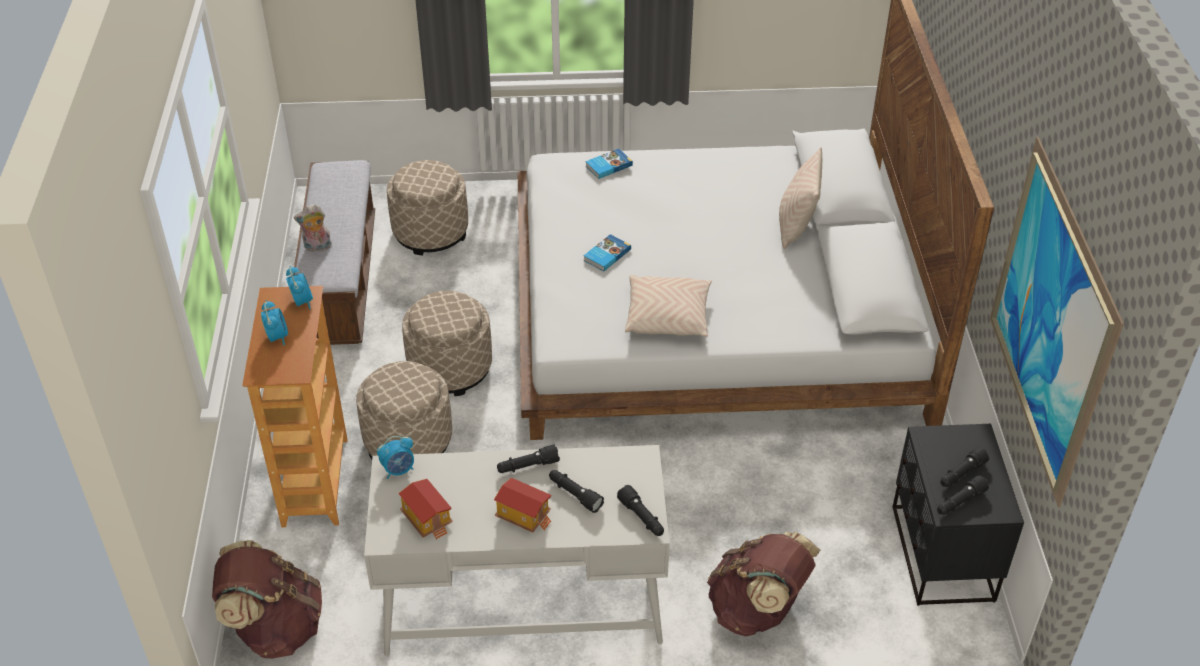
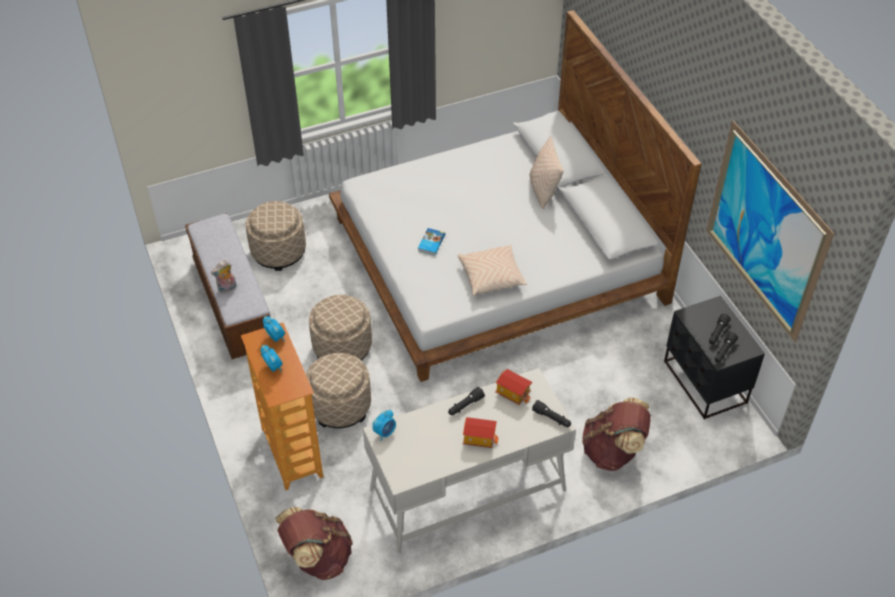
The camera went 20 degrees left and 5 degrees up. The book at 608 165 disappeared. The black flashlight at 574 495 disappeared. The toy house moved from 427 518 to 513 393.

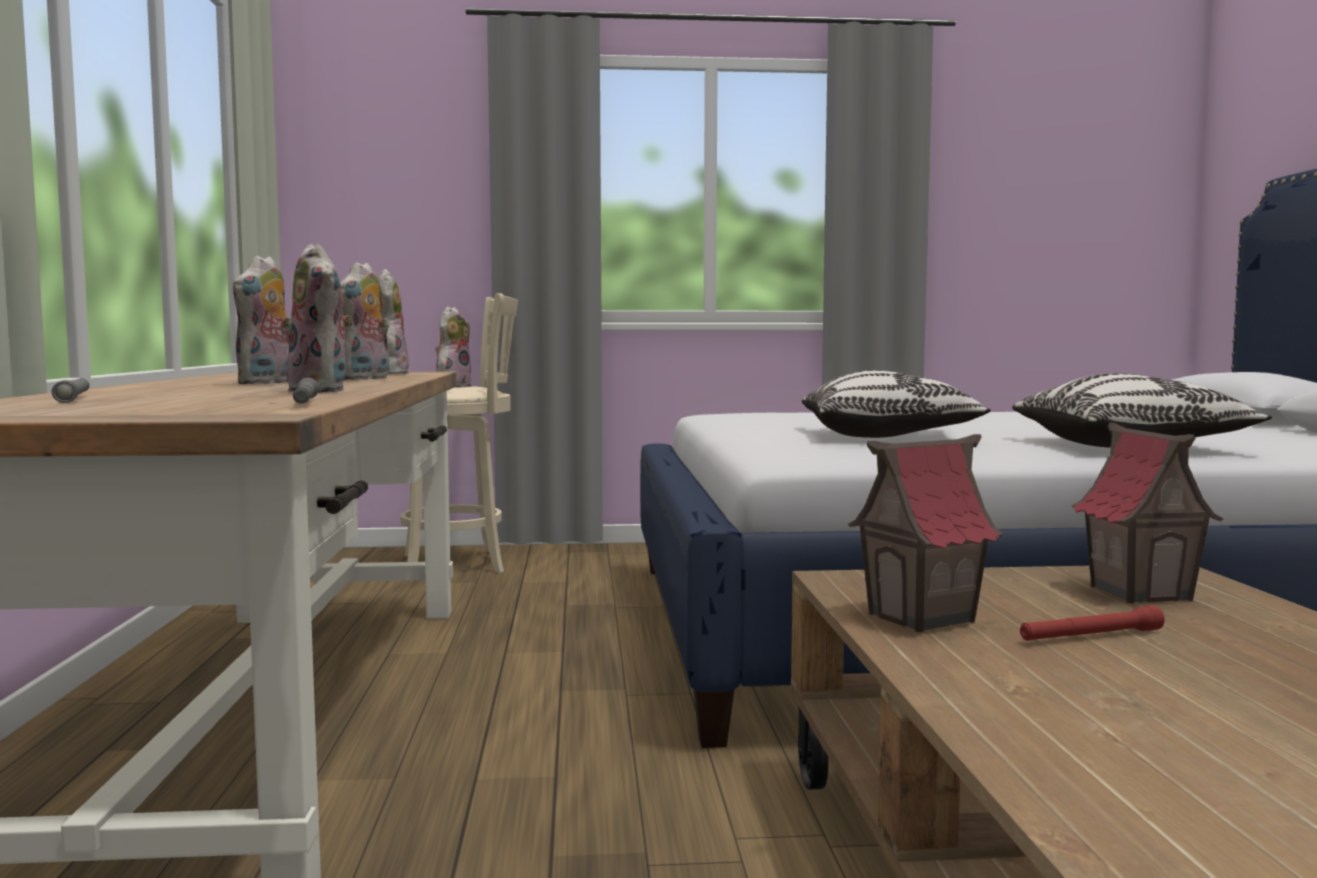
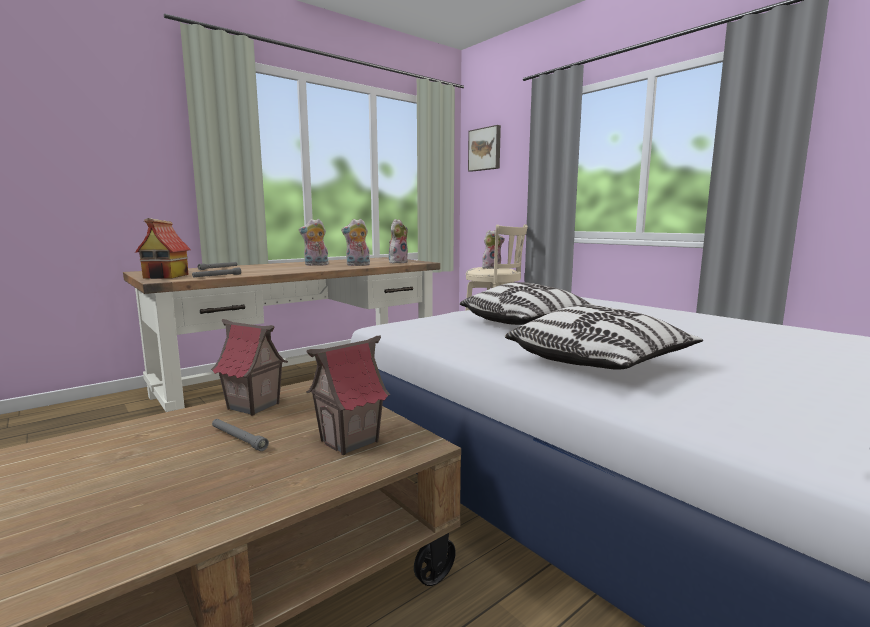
The camera went 55 degrees right and 5 degrees up. The plush toy at 323 391 disappeared. The red flashlight at 1090 636 became the grey flashlight at 238 439. The picture at 485 149 appeared. The toy house at 166 276 appeared.

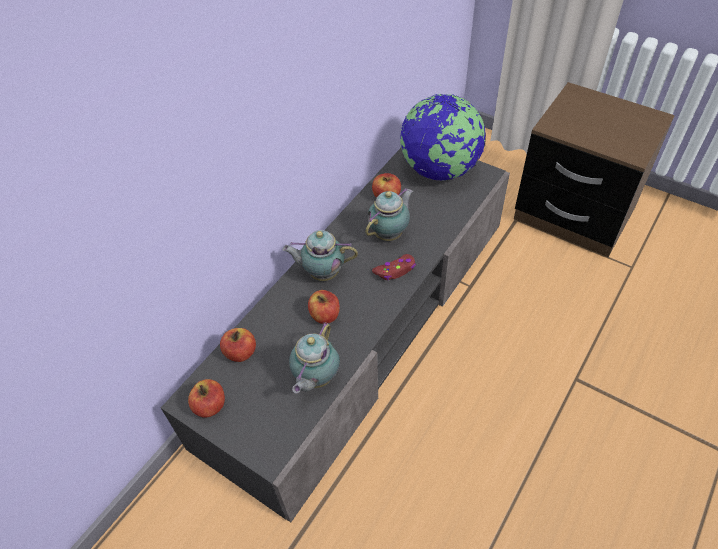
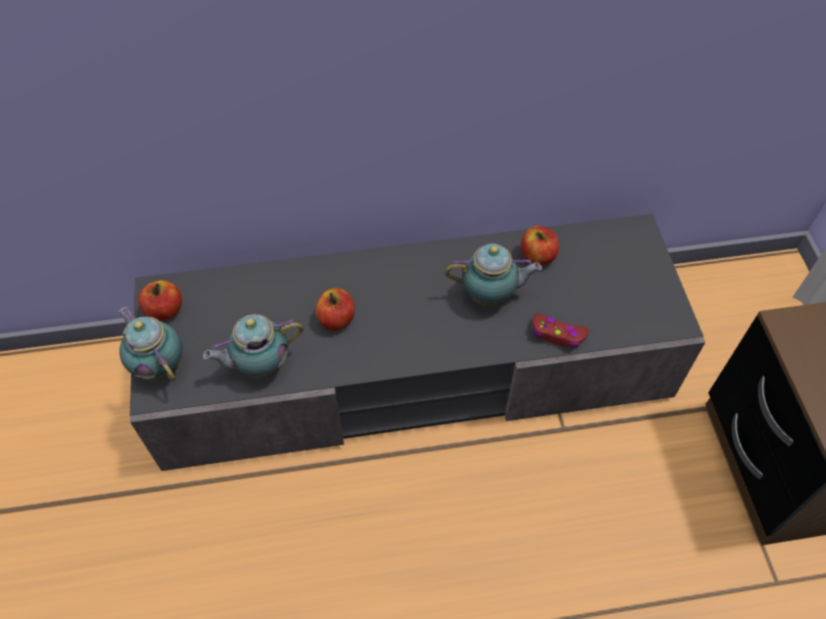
The camera went 45 degrees right and 5 degrees up. The globe at 440 170 disappeared. The teapot moved from 322 273 to 159 365. The red game controller moved from 395 270 to 557 334. The apple at 240 352 disappeared.

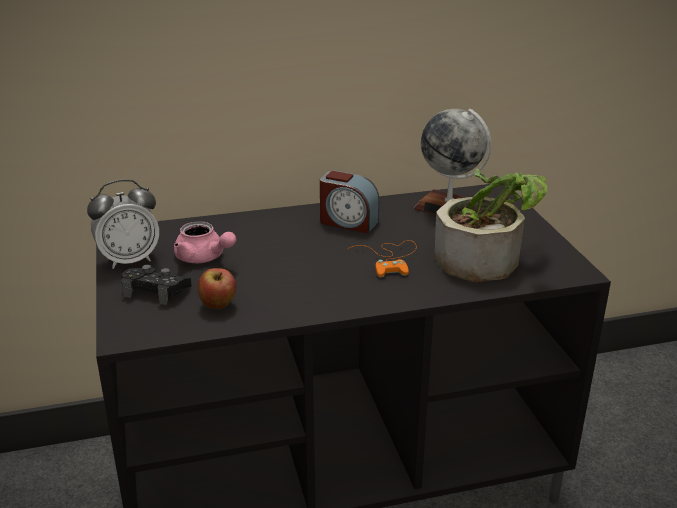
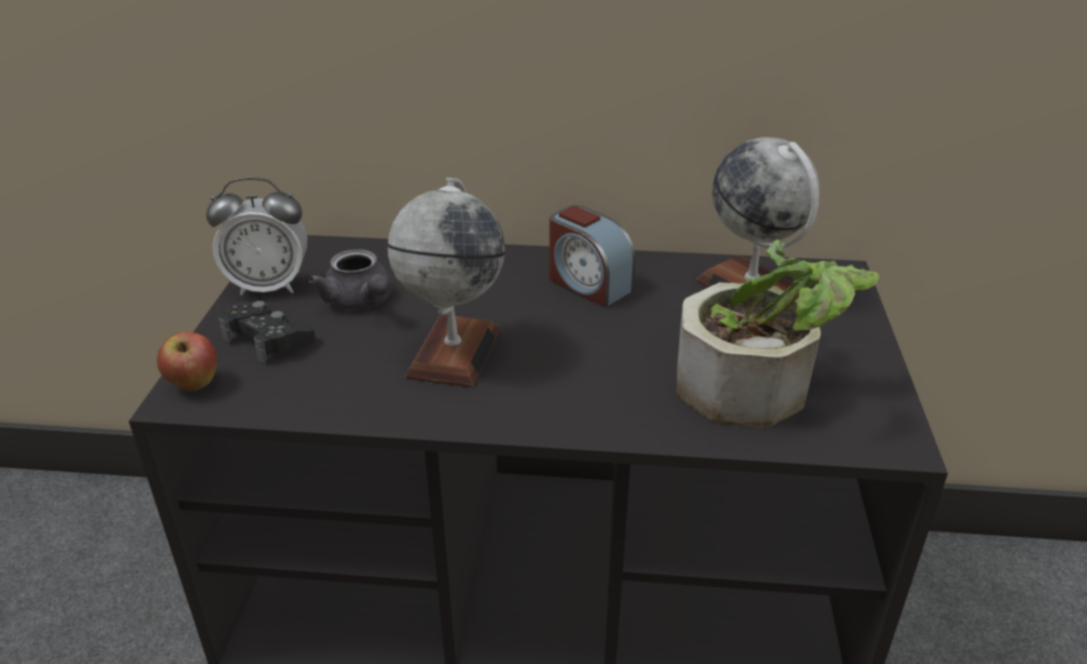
The camera went 20 degrees right and 5 degrees up. The pink teapot at 204 258 became the grey teapot at 361 302. The orange game controller at 390 258 disappeared. The apple moved from 218 305 to 194 385. The globe at 454 352 appeared.

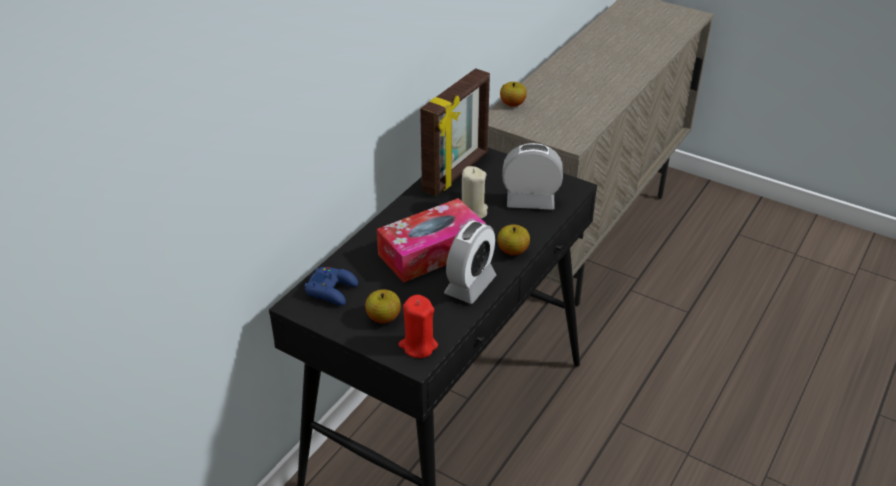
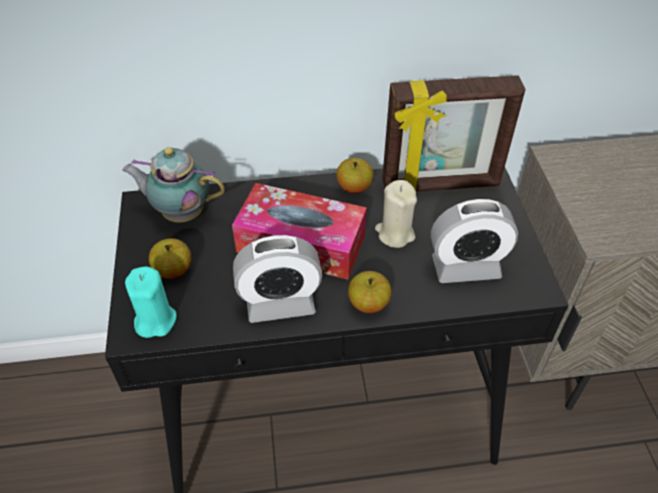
The camera went 50 degrees right and 10 degrees up. The apple moved from 512 104 to 354 187. The alarm clock at 530 201 turned 120 degrees clockwise. The blue game controller at 332 290 was replaced by the teapot at 181 213. The red candle at 418 345 became the turquoise candle at 155 320.

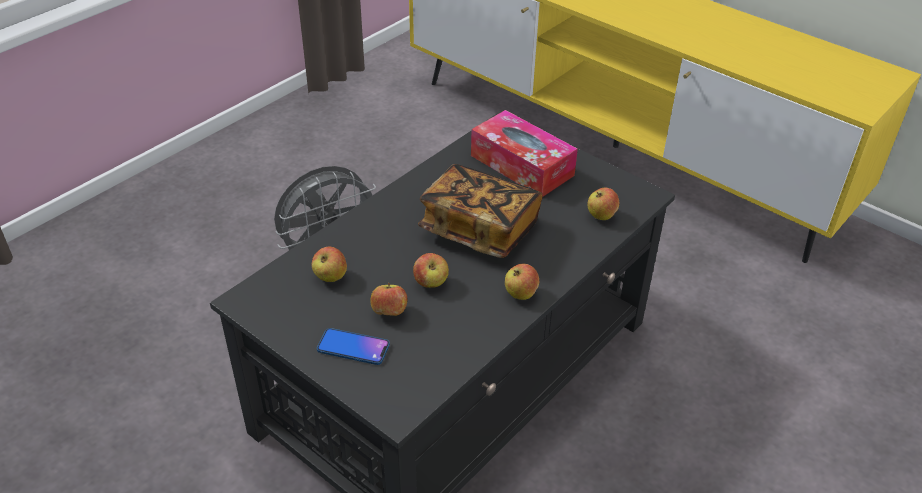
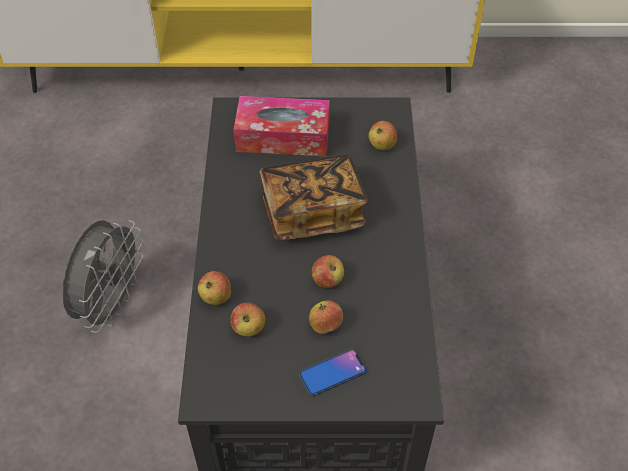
The camera went 40 degrees left and 10 degrees up. The apple moved from 520 293 to 216 297.

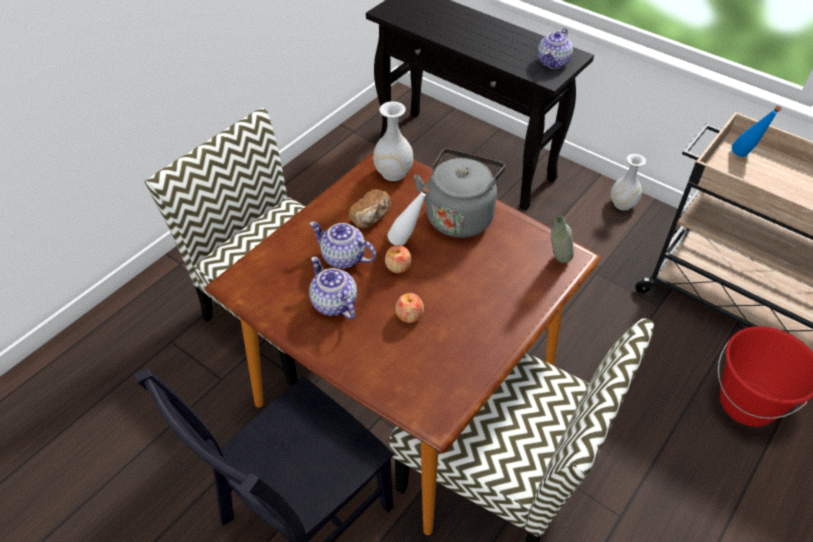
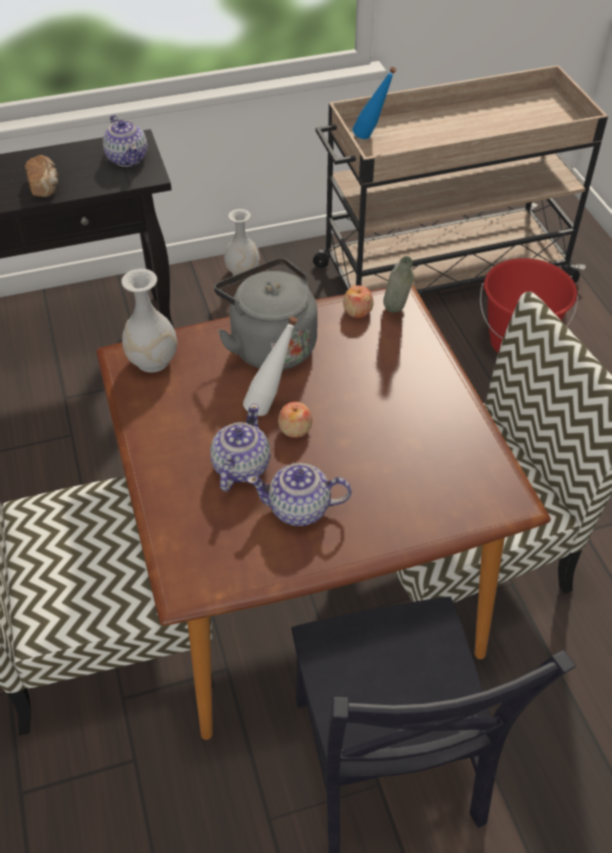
The camera went 55 degrees left and 0 degrees up. The bread moved from 371 217 to 45 186. The teapot at 344 258 turned 135 degrees clockwise. The apple moved from 409 315 to 357 311.

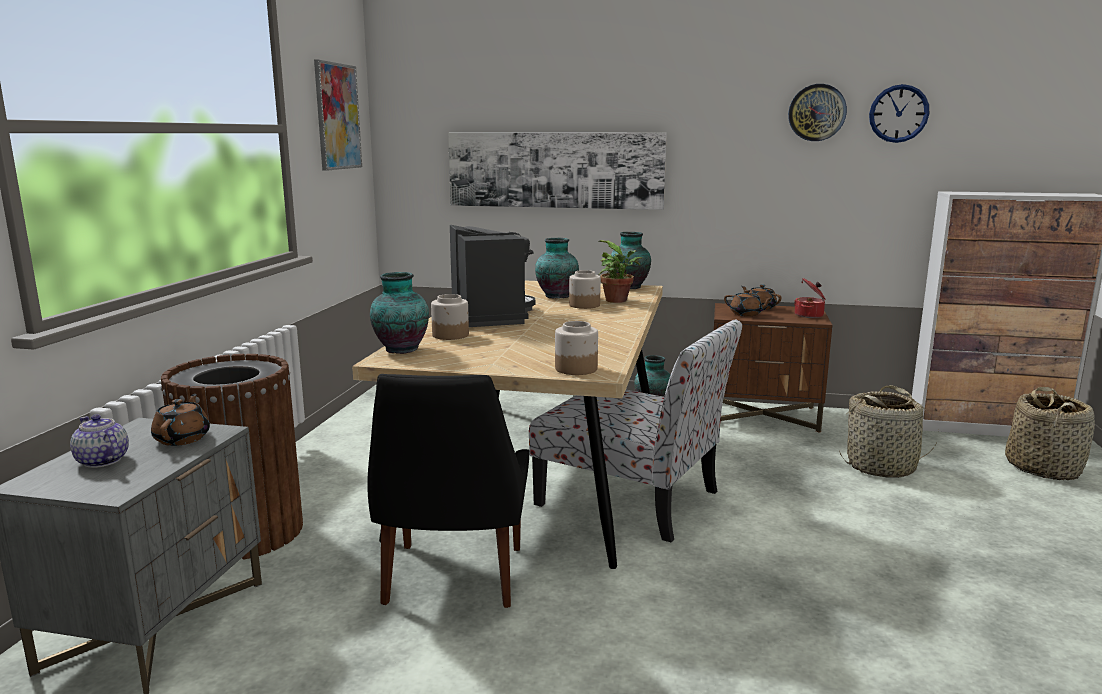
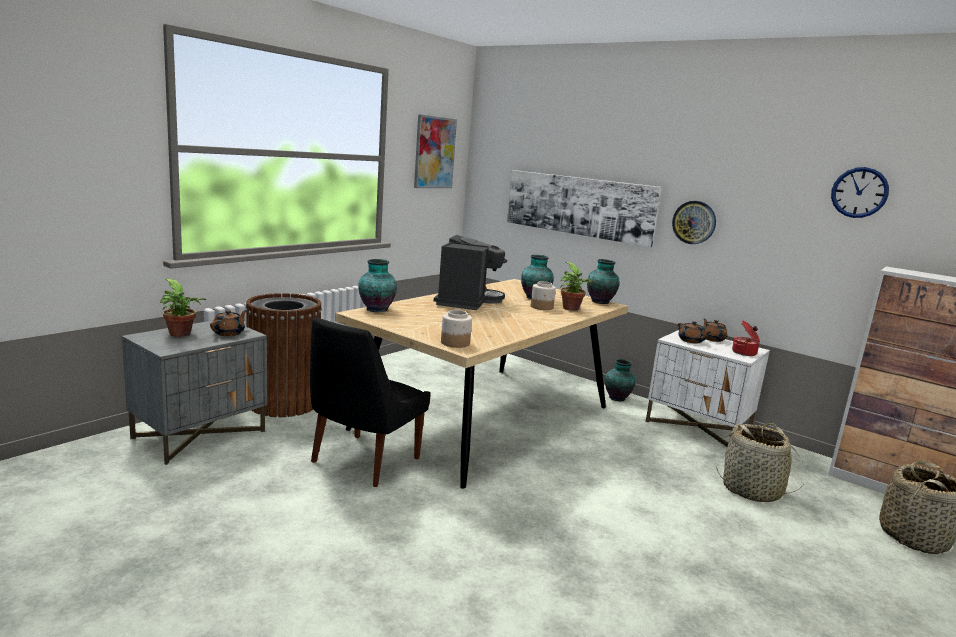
The camera went 25 degrees right and 0 degrees up. The wall clock moved from 817 112 to 694 222. The jar at 451 335 disappeared. The brown nightstand at 763 415 became the white nightstand at 698 428. The chair at 632 499 disappeared. The teapot at 102 461 was replaced by the potted plant at 181 334.

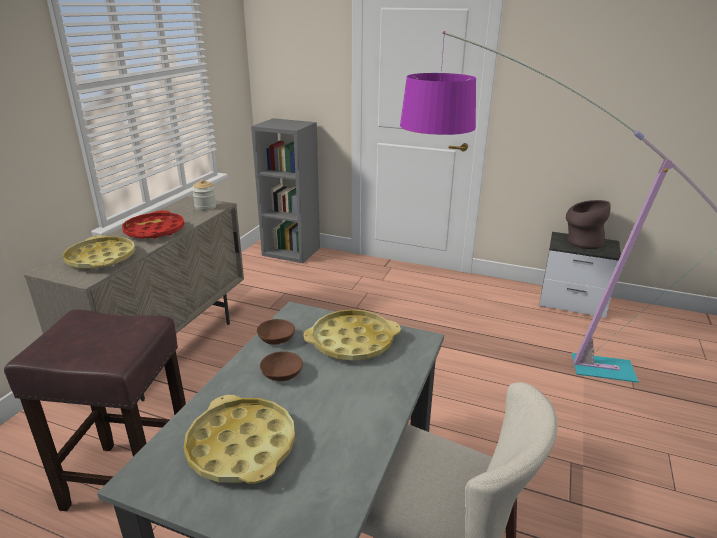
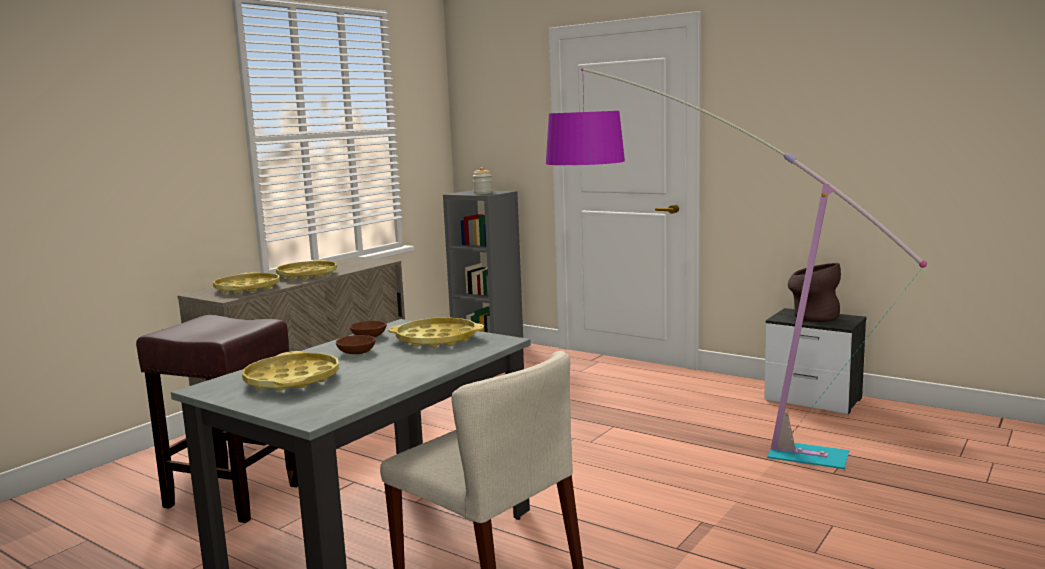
The camera went 15 degrees right and 15 degrees down. The jar moved from 205 207 to 483 193. The red tray at 154 231 became the yellow tray at 307 275.

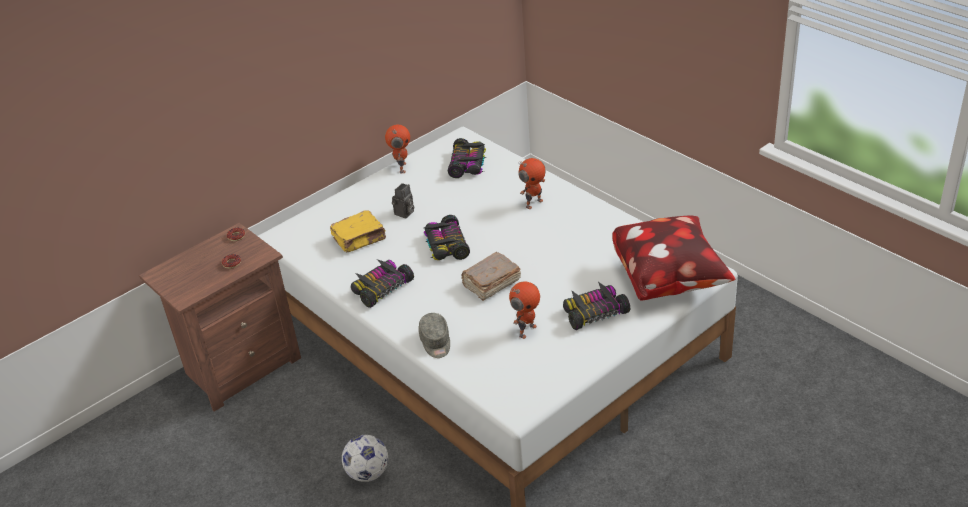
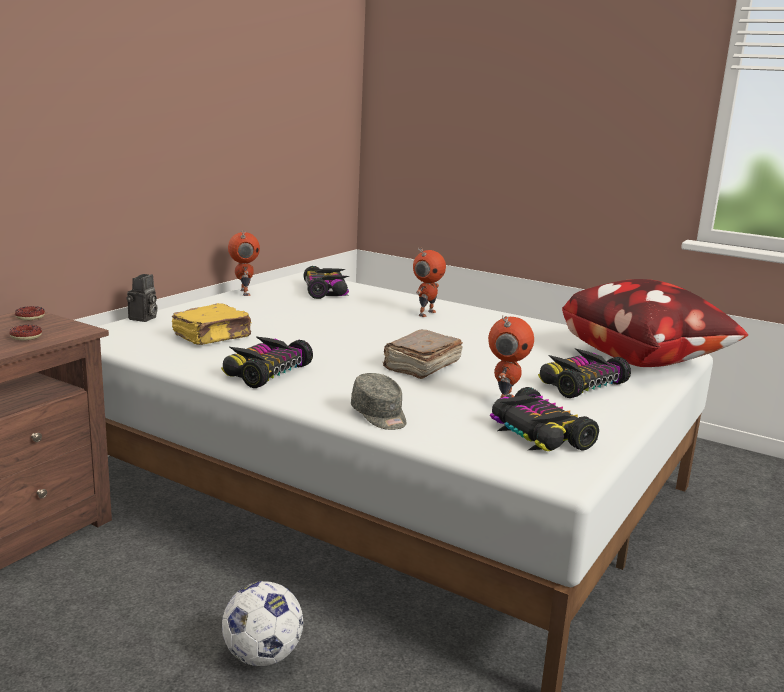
The camera went 20 degrees left and 20 degrees down. The photo camera moved from 404 213 to 143 318. The toy car moved from 446 246 to 538 434.

